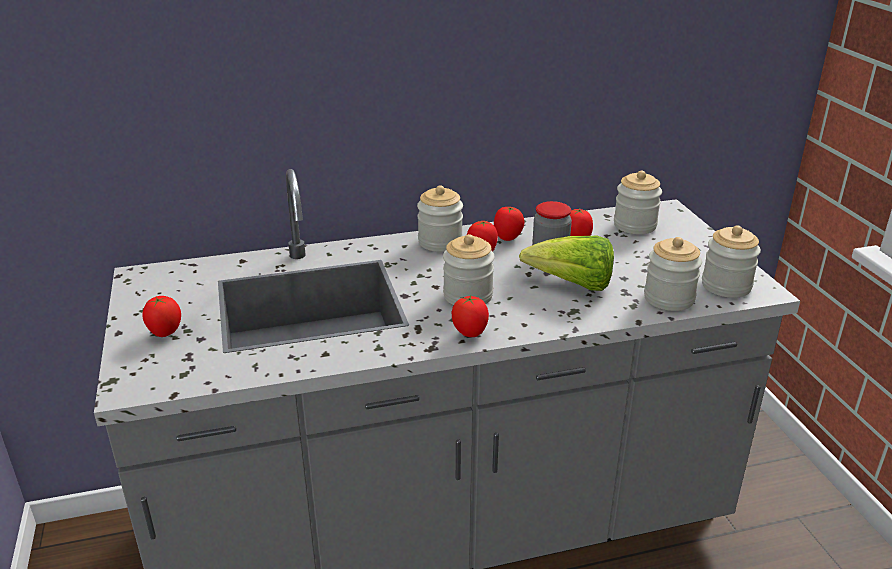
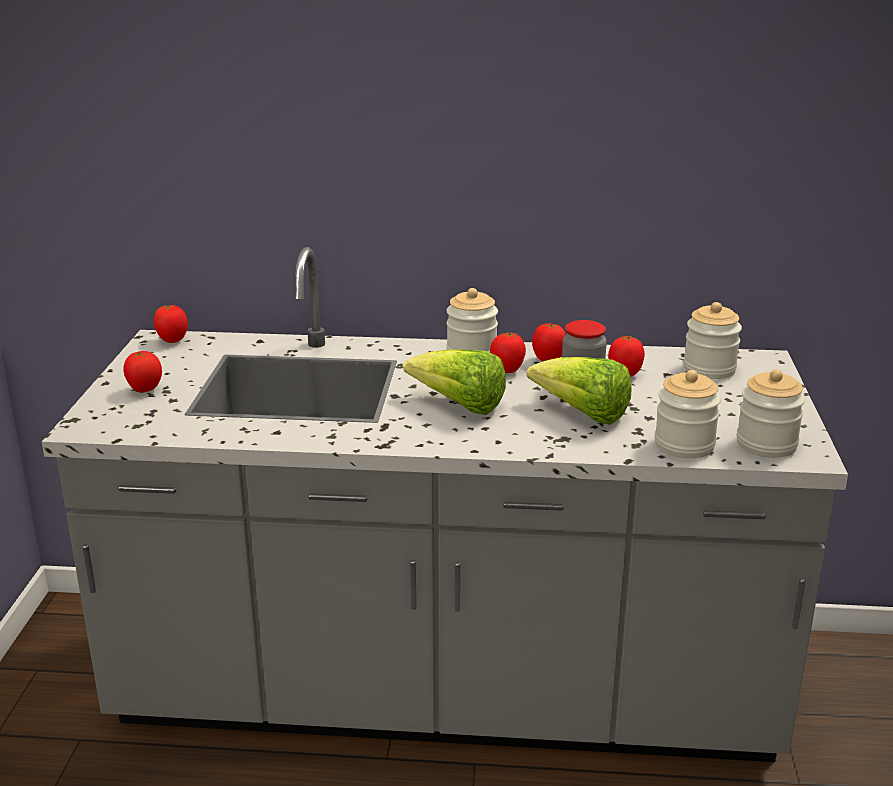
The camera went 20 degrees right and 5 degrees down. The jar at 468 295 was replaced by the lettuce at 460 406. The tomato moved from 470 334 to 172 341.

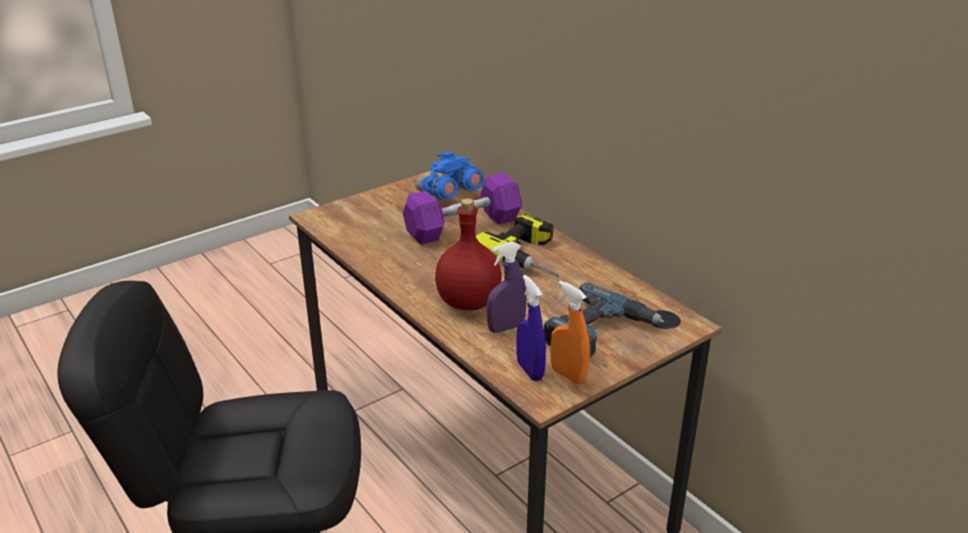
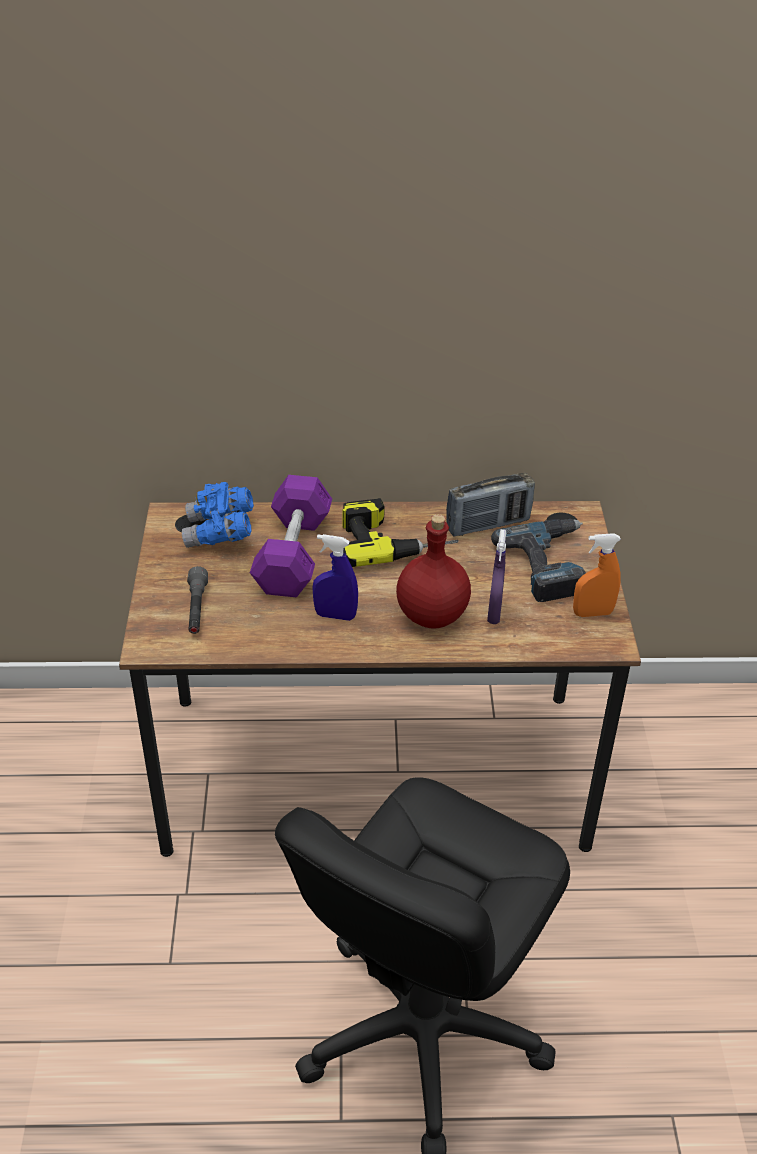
The camera went 55 degrees left and 10 degrees up. The blue spray bottle moved from 530 370 to 335 615. The radio at 488 524 appeared. The grey flashlight at 197 608 appeared.

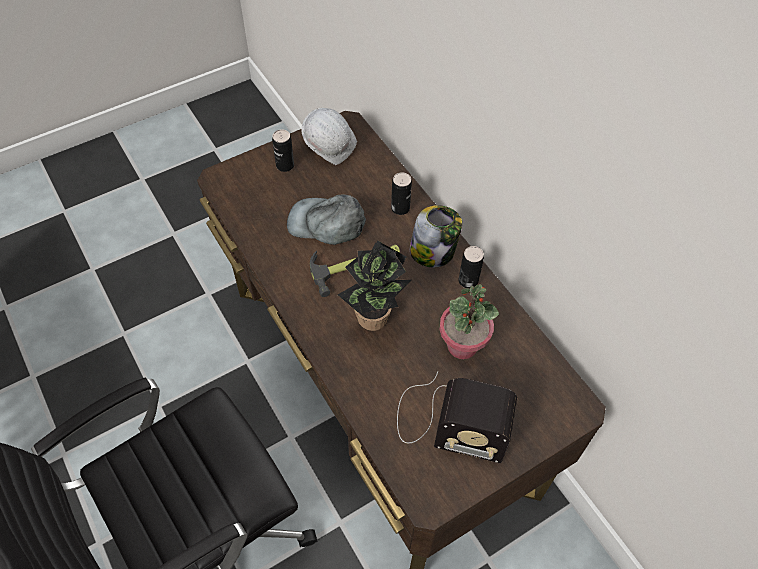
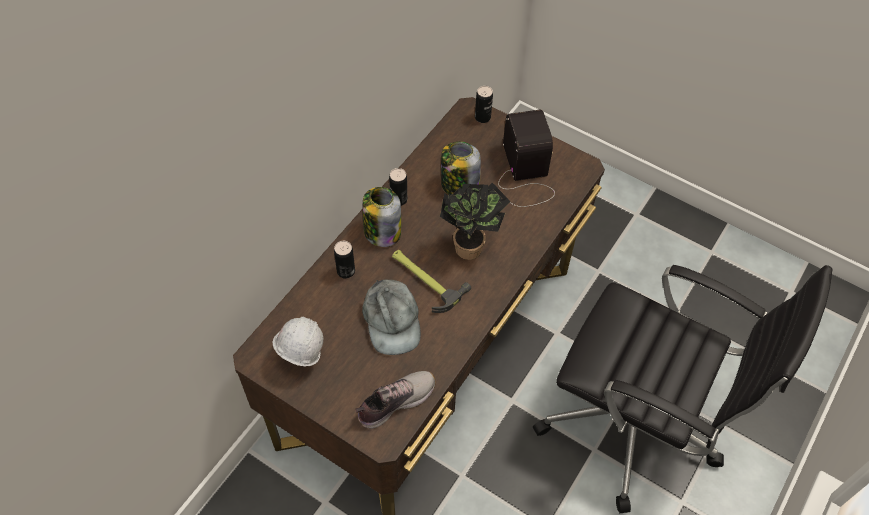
The camera went 115 degrees left and 0 degrees up. The can moved from 285 165 to 482 117. The potted plant at 462 345 was replaced by the jar at 459 185. The shoe at 395 402 appeared.

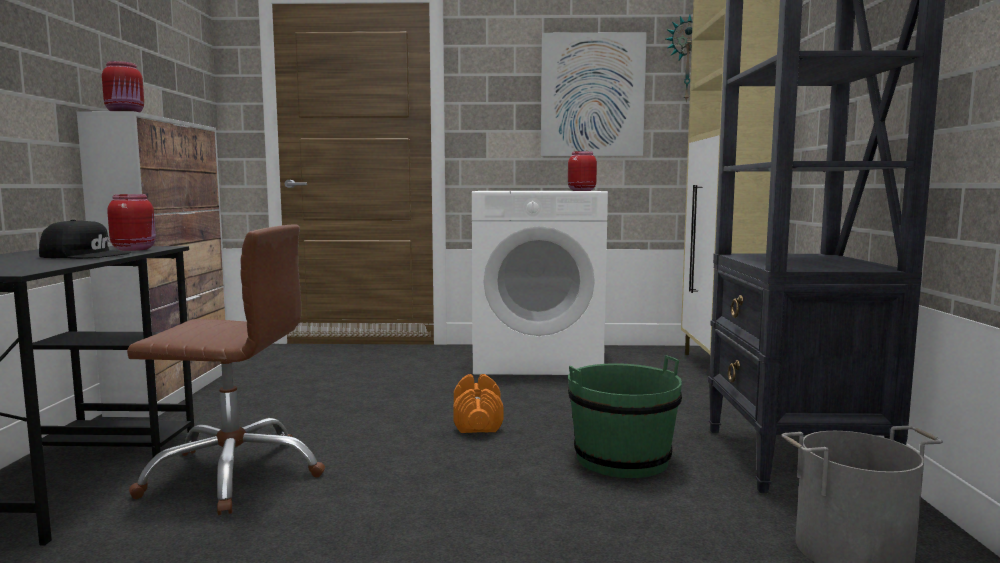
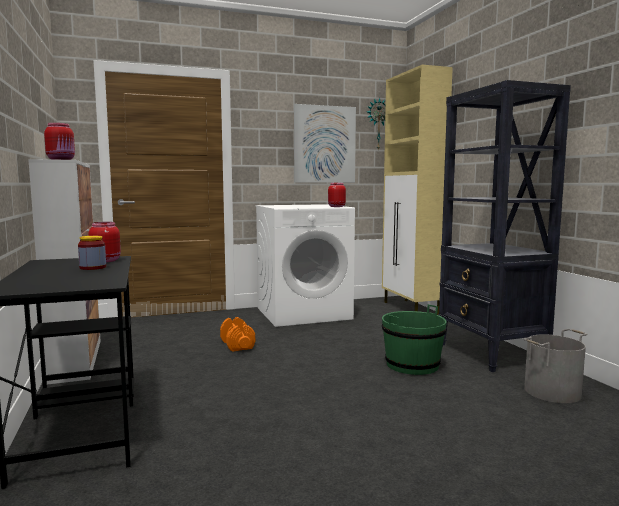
The camera went 20 degrees left and 0 degrees up. The black cap at 86 255 was replaced by the jar at 93 267. The brown office chair at 234 474 disappeared. The orange dumbbell moved from 478 422 to 237 344.

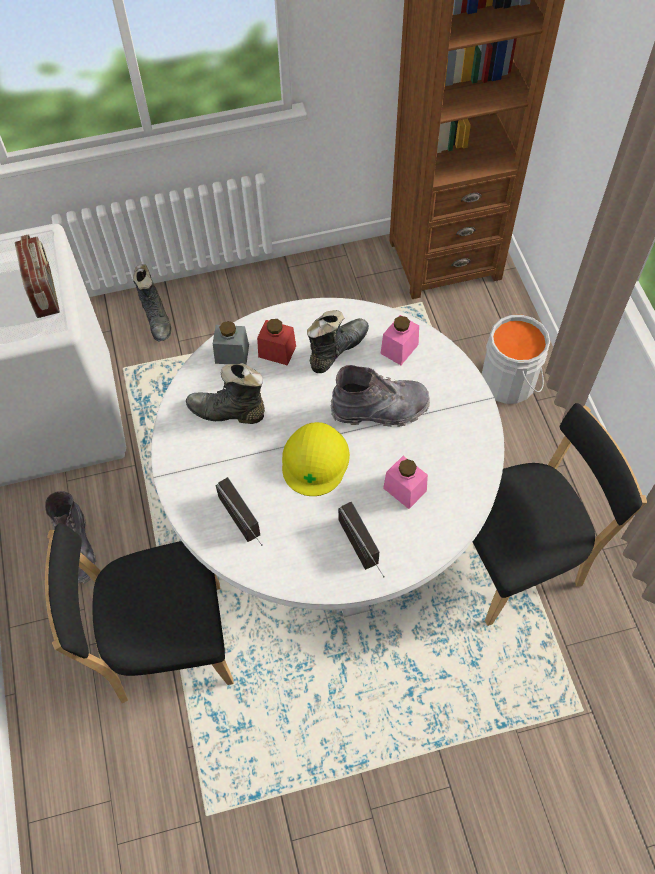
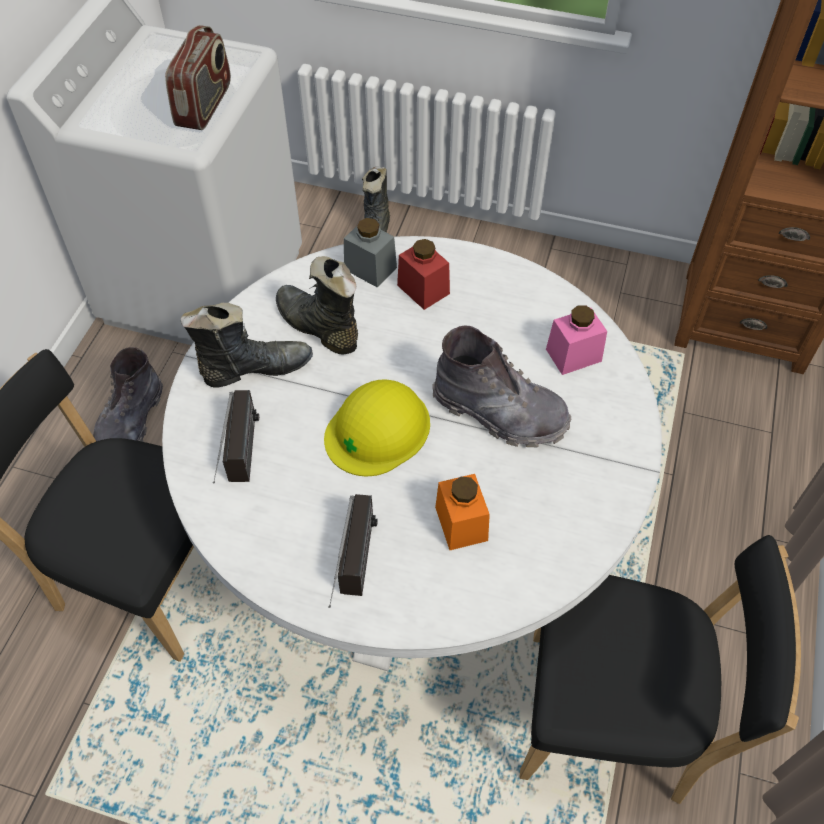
The camera went 30 degrees right and 5 degrees down. The black boot moved from 337 349 to 255 369. The grey bucket at 511 381 disappeared. The pink jar at 404 489 became the orange jar at 461 523.

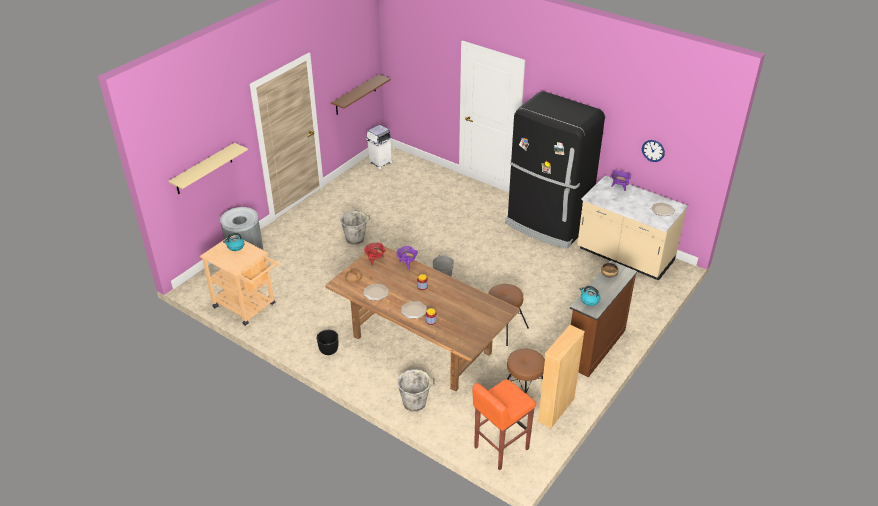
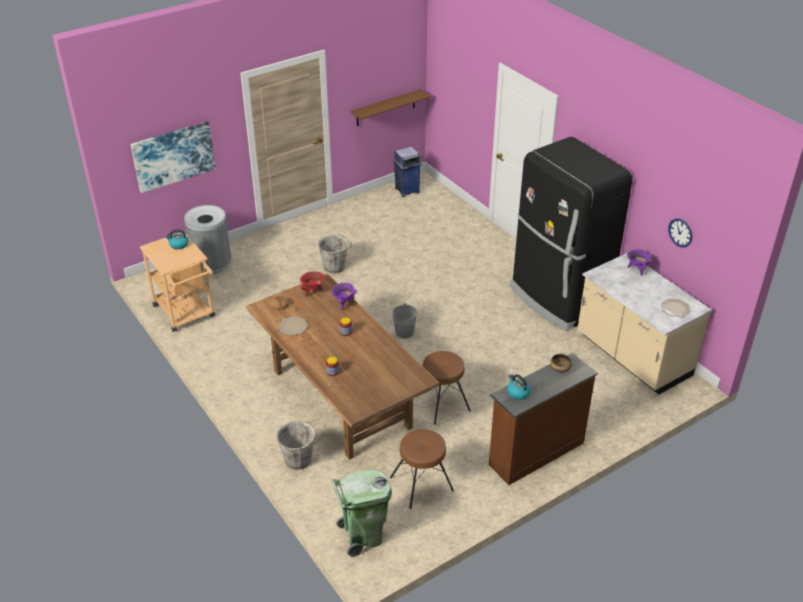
The camera went 20 degrees right and 0 degrees up. The white trash can at 380 163 became the blue trash can at 406 190. The beige shelf at 204 169 was replaced by the picture at 173 156. The plate at 414 310 disappeared. The beige bookcase at 556 409 disappeared. The black planter at 328 350 disappeared. The orange stool at 500 448 was replaced by the green trash can at 363 536.

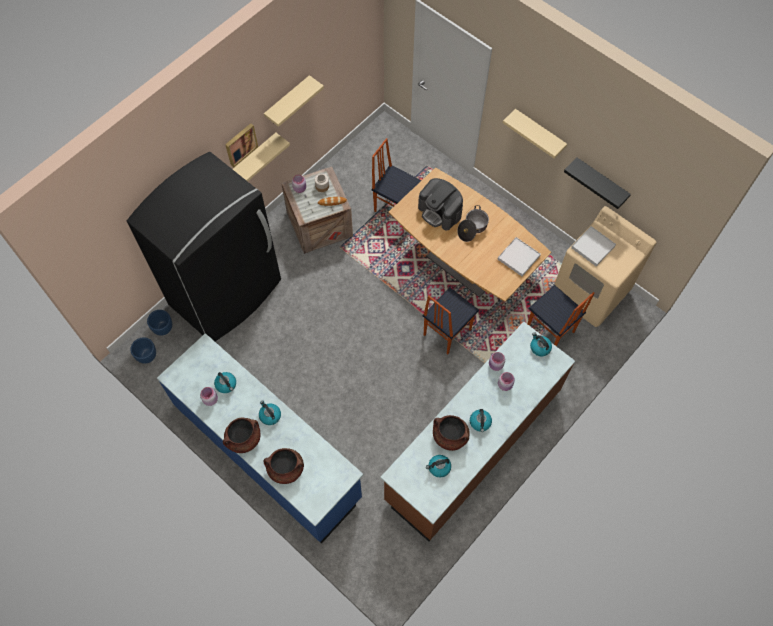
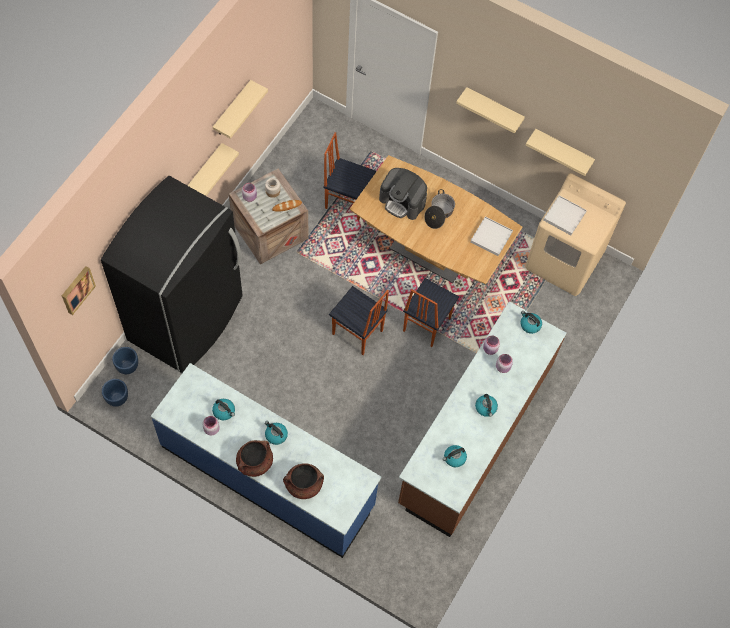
The camera went 15 degrees left and 0 degrees up. The picture moved from 240 144 to 77 289. The black shelf at 600 182 became the beige shelf at 563 150. The chair moved from 550 330 to 357 333. The brown cooking pot at 449 436 disappeared.

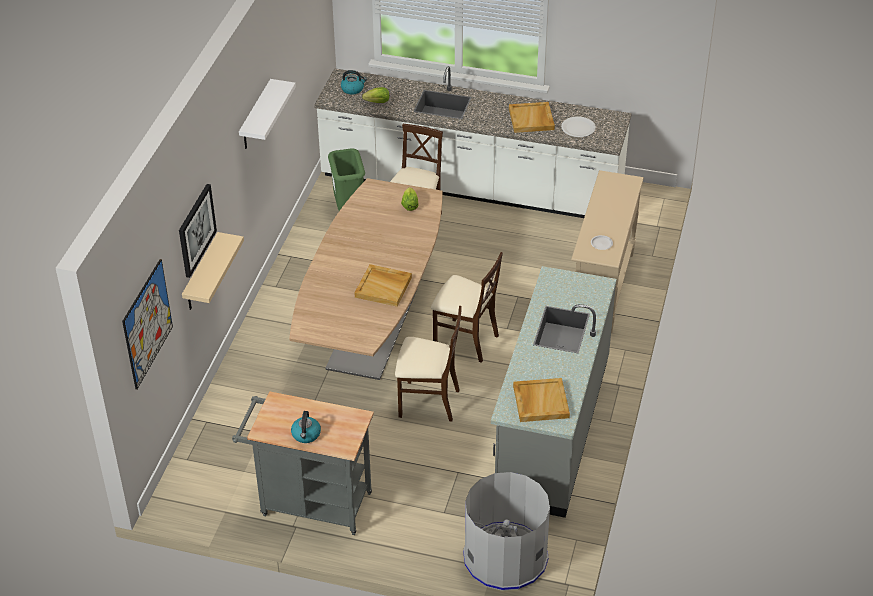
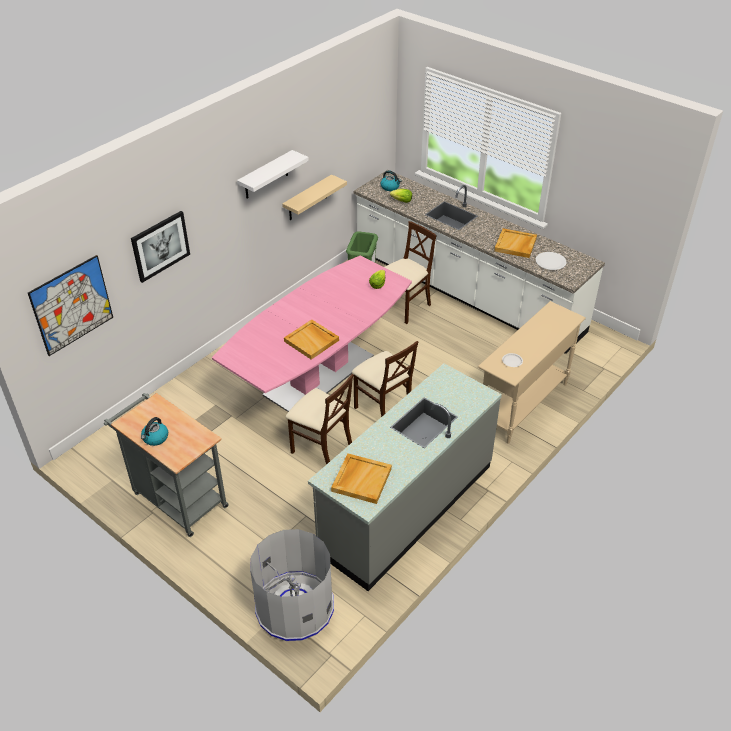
The camera went 25 degrees right and 0 degrees up. The brown dining table at 373 327 became the pink dining table at 320 375. The beige shelf moved from 201 274 to 307 198.

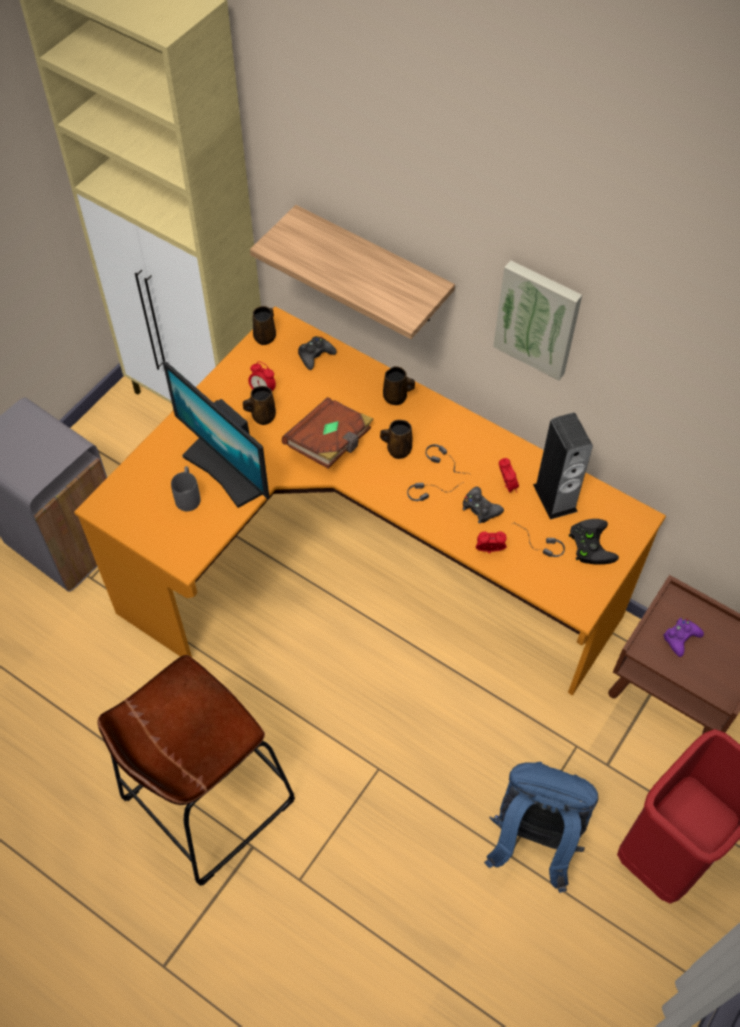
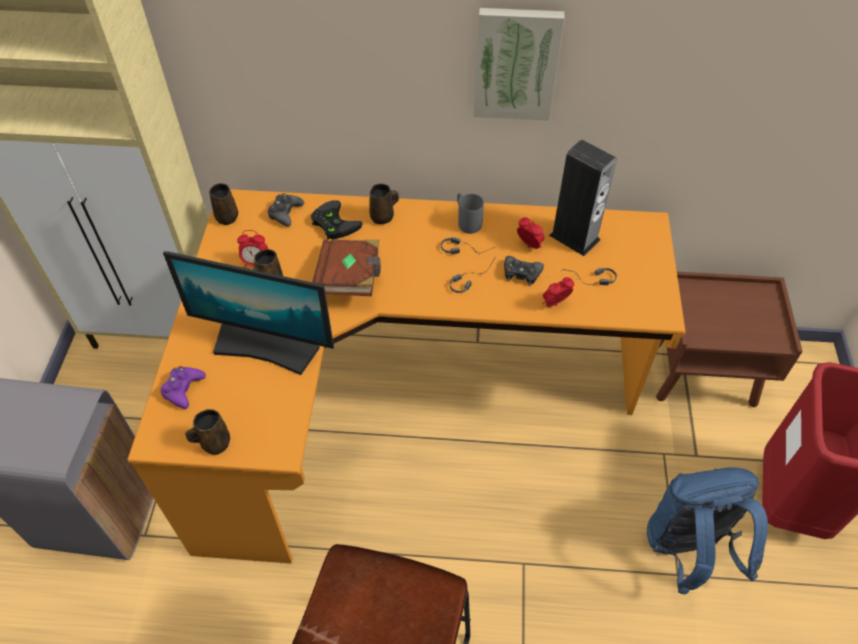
The camera went 30 degrees left and 5 degrees down. The shelf at 373 267 disappeared. The brown mug moved from 397 449 to 214 443. The grey mug moved from 188 496 to 466 221. The black game controller moved from 589 543 to 333 223. The purple game controller moved from 680 638 to 183 389.

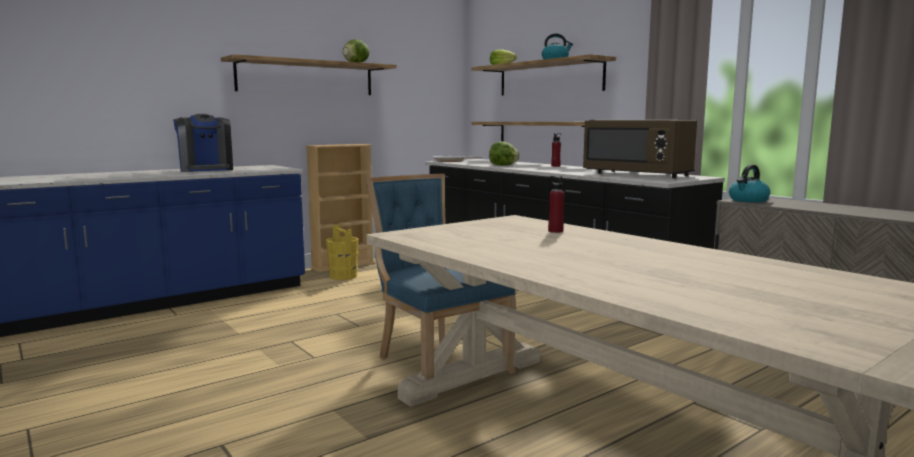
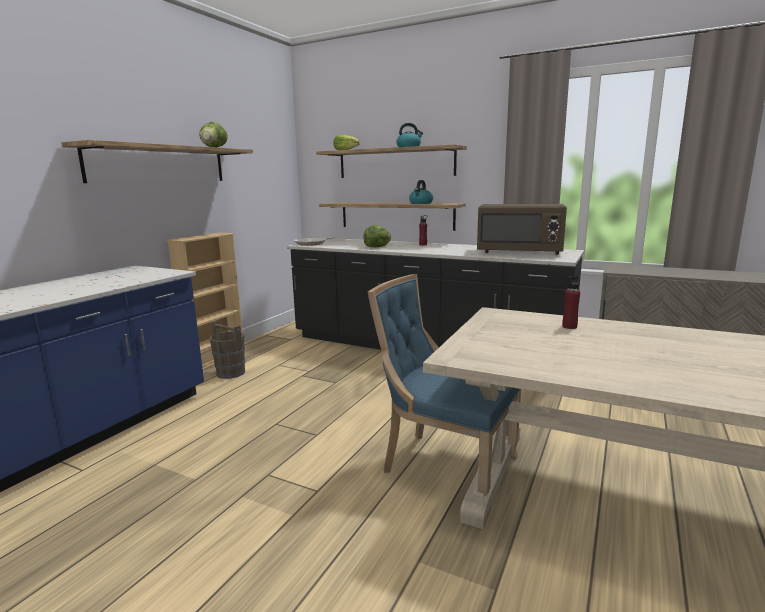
The camera went 25 degrees left and 5 degrees up. The coffee machine at 206 170 disappeared. The kettle moved from 748 200 to 421 203. The yellow bucket at 343 276 became the brown bucket at 230 373.

